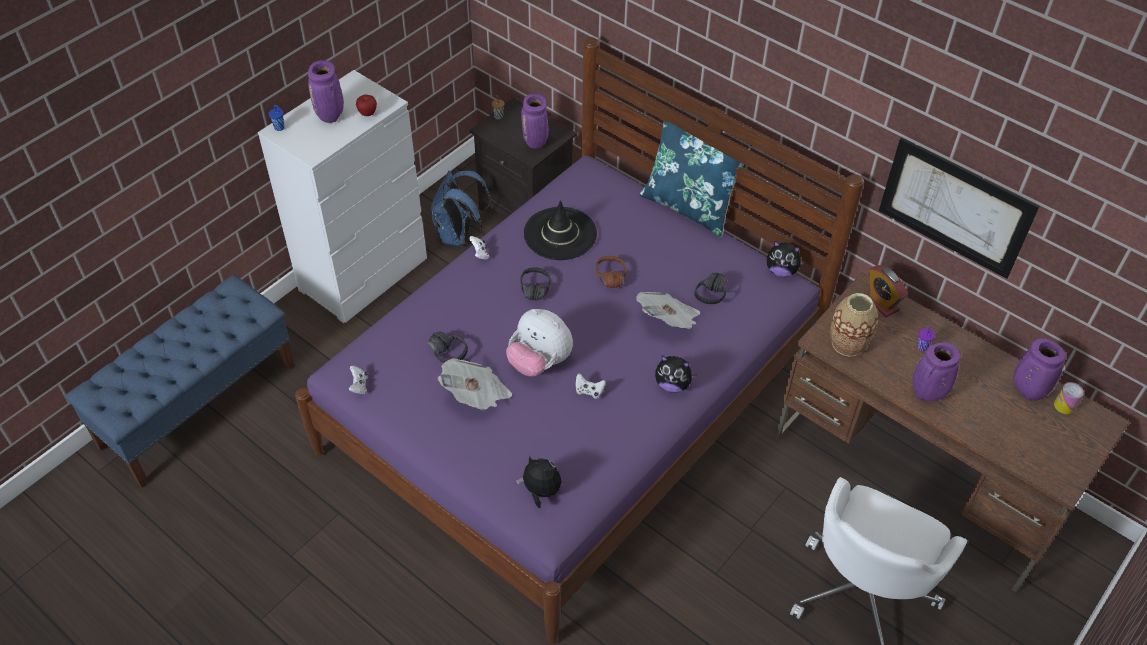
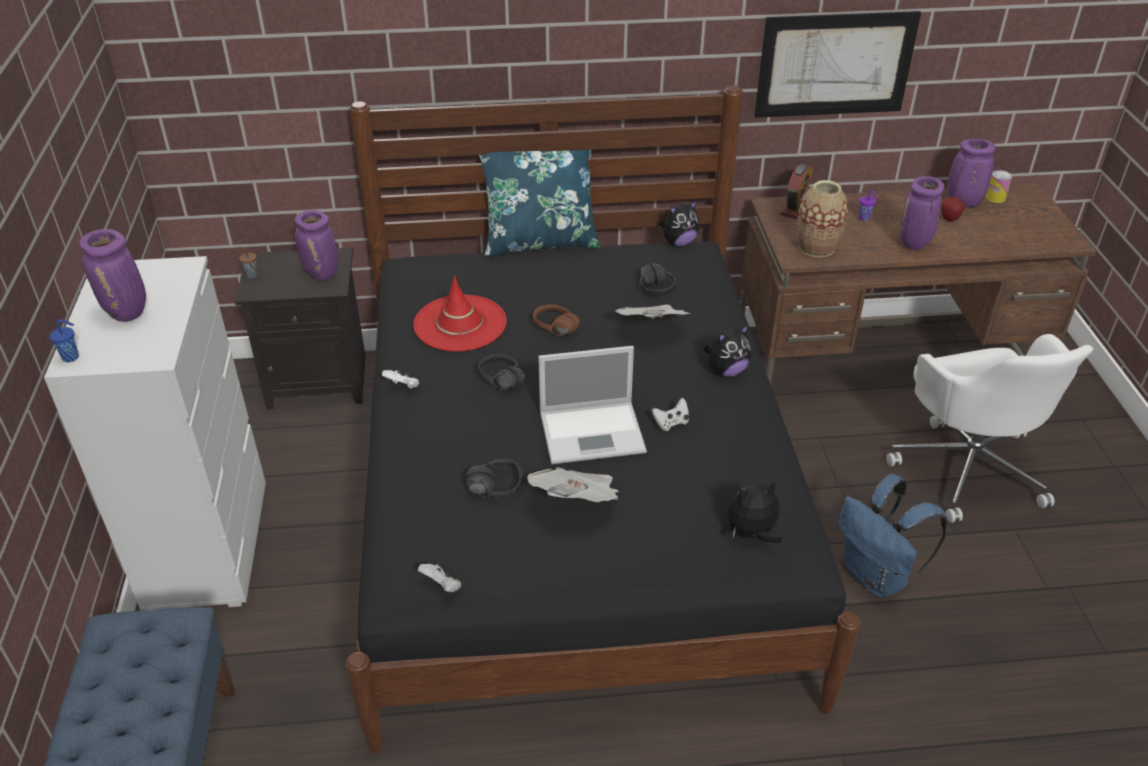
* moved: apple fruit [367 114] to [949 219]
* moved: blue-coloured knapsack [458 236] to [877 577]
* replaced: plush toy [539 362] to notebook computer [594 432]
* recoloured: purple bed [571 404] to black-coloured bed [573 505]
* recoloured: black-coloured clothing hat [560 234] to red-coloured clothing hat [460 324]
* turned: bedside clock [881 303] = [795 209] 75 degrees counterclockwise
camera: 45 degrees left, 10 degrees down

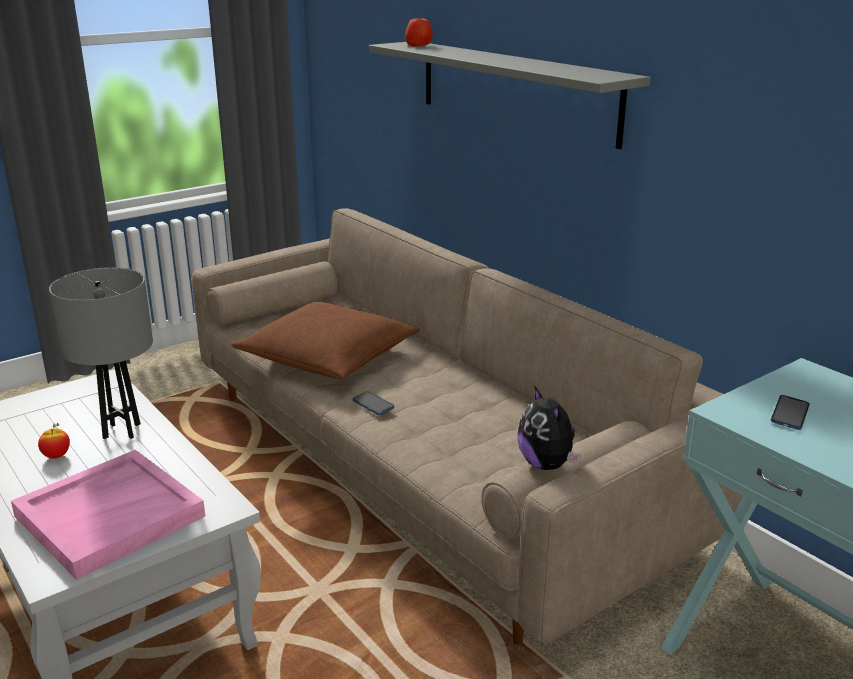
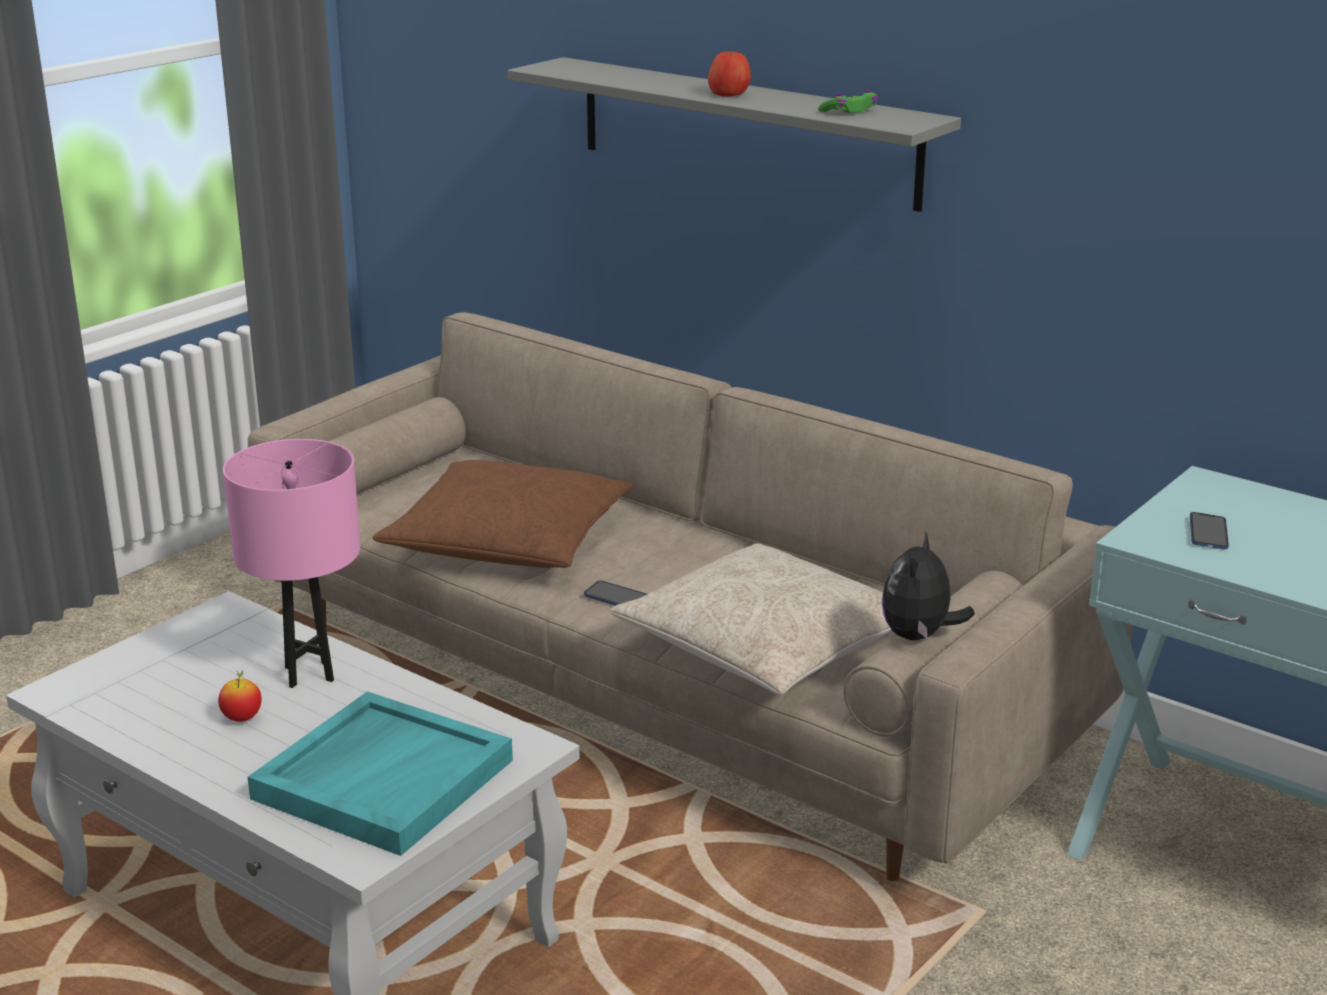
* added: beige pillow [766 644]
* added: green-coloured joypad [850 111]
* moved: apple fruit [419 45] to [729 94]
* recoloured: pinkish carrying tray [110 515] to turquoise-coloured carrying tray [383 778]
* recoloured: gray table lamp [121 431] to pinkish table lamp [308 674]
* turned: plush toy [547 464] = [919 636] 60 degrees clockwise
camera: 15 degrees left, 0 degrees up

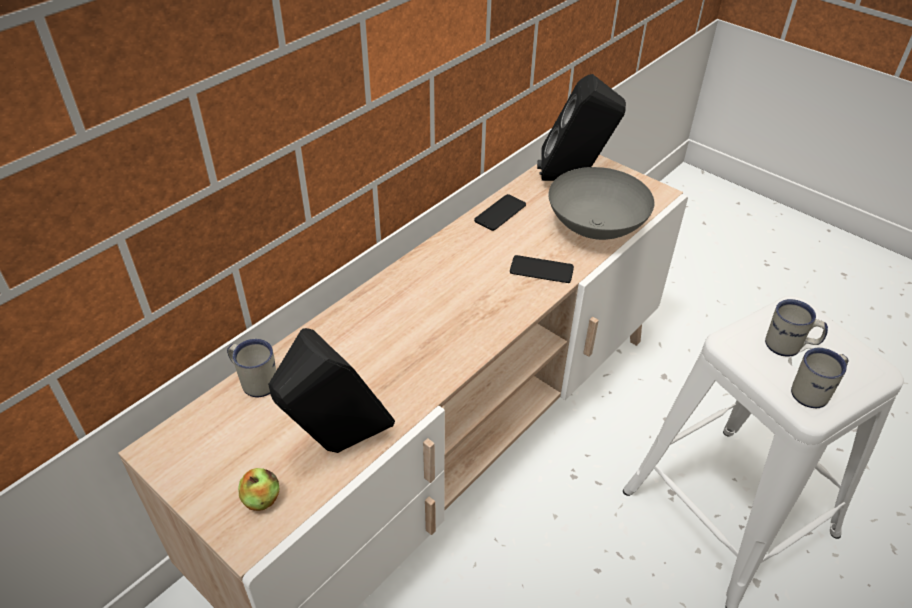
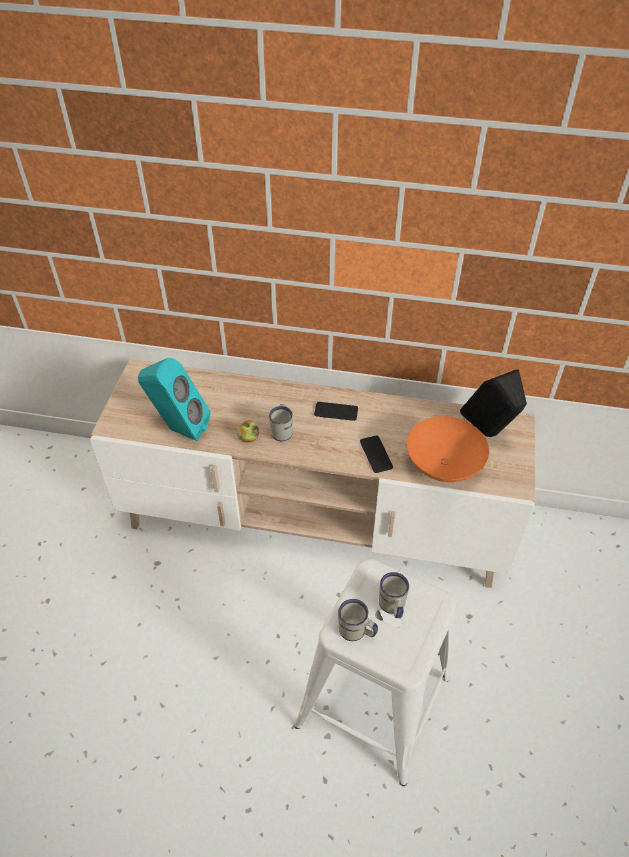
* moved: white-coloured coffee mug [255 381] to [282 430]
* moved: apple fruit [261 499] to [249 438]
* moved: phone [500 213] to [336 411]
* recoloured: black-coloured audio speaker [337 445] to turquoise-coloured audio speaker [179 429]
* recoloured: gray serving bowl [596 229] to orangey serving bowl [443 466]
camera: 60 degrees right, 5 degrees up

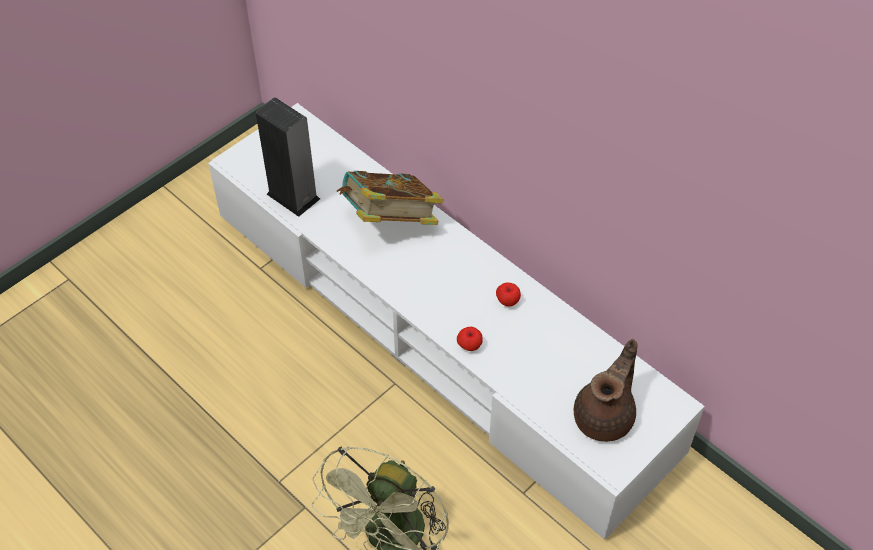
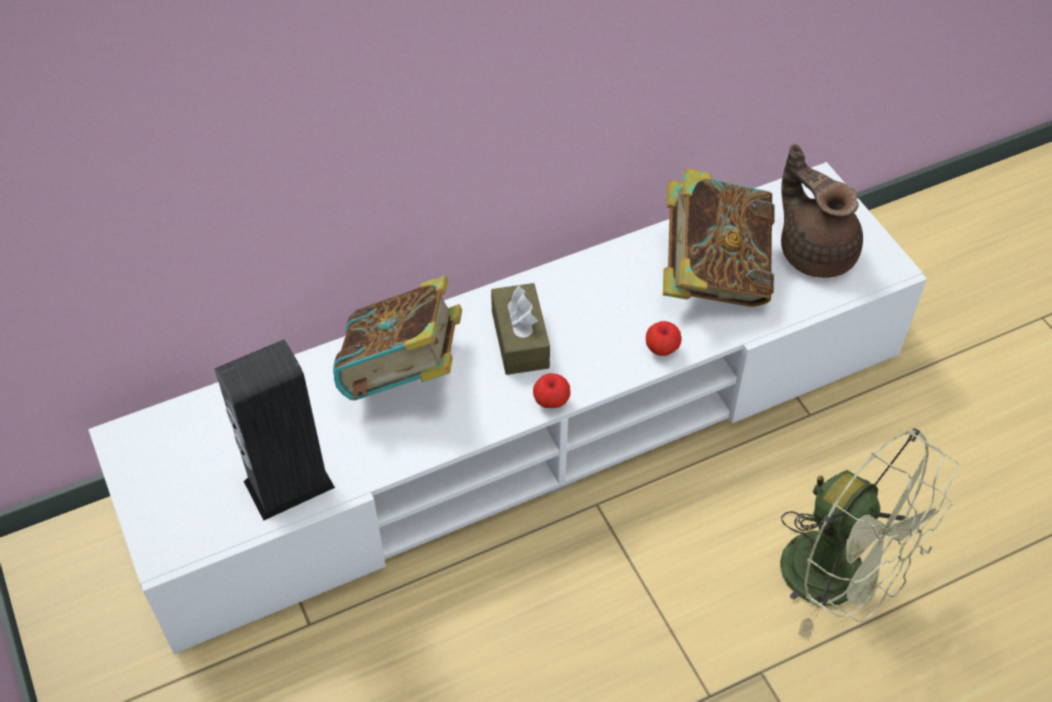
* added: brownish tissue holder [520 339]
* added: book [713 274]
* moved: apple fruit [507 301] to [551 401]
camera: 70 degrees left, 0 degrees up

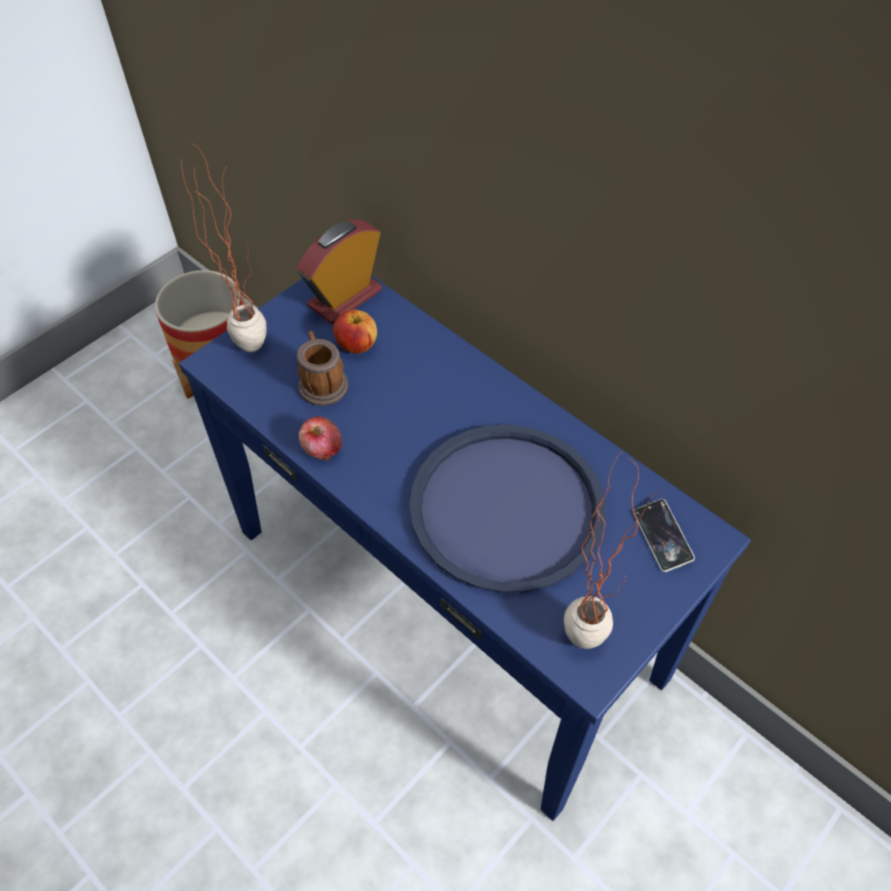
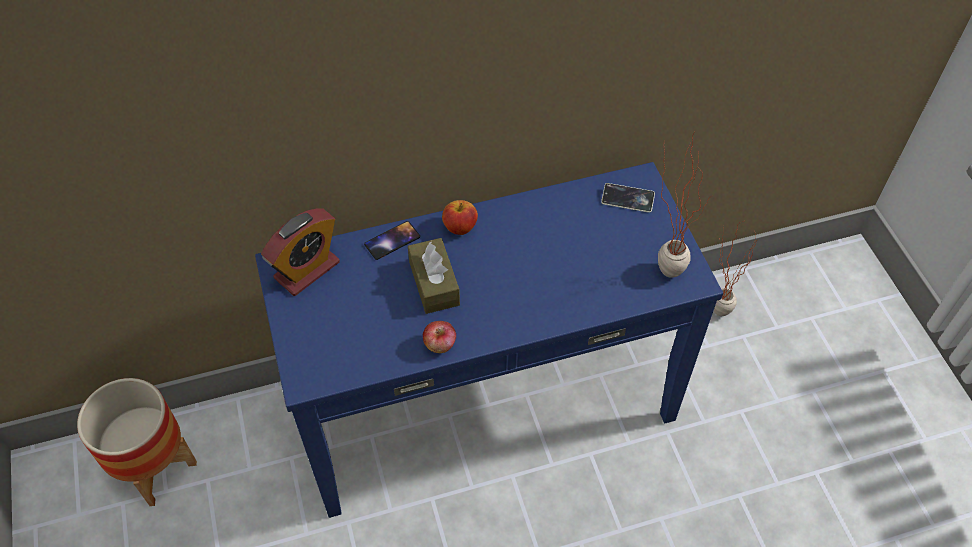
* removed: coffee mug [321 382]
* removed: blue-coloured carrying tray [507 507]
* added: phone [392 240]
* added: brownish tissue holder [434 283]
* moved: houseplant [249 338] to [712 310]
* moved: apple fruit [356 345] to [460 227]
* turned: bedside clock [345 298] = [307 270] 120 degrees counterclockwise
camera: 60 degrees left, 0 degrees up

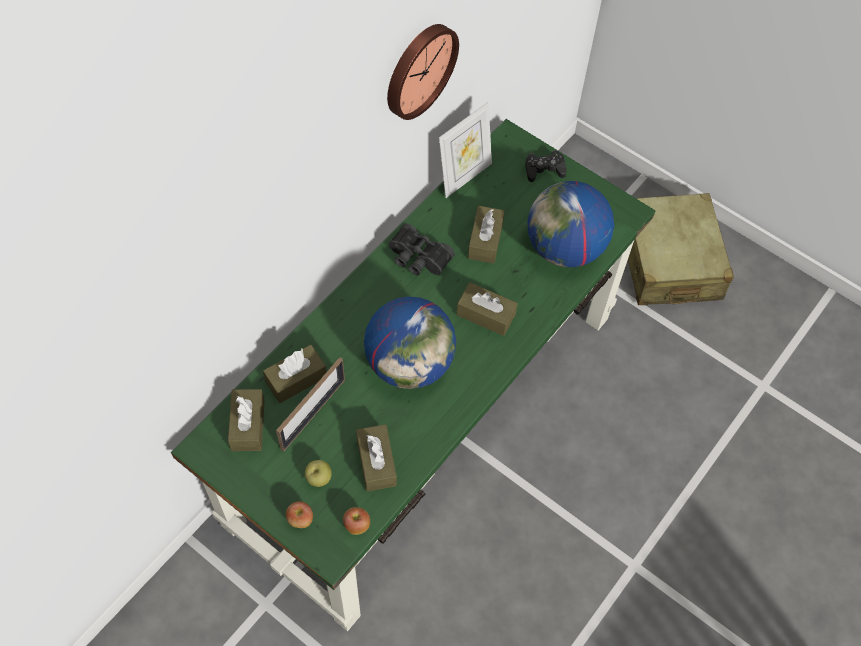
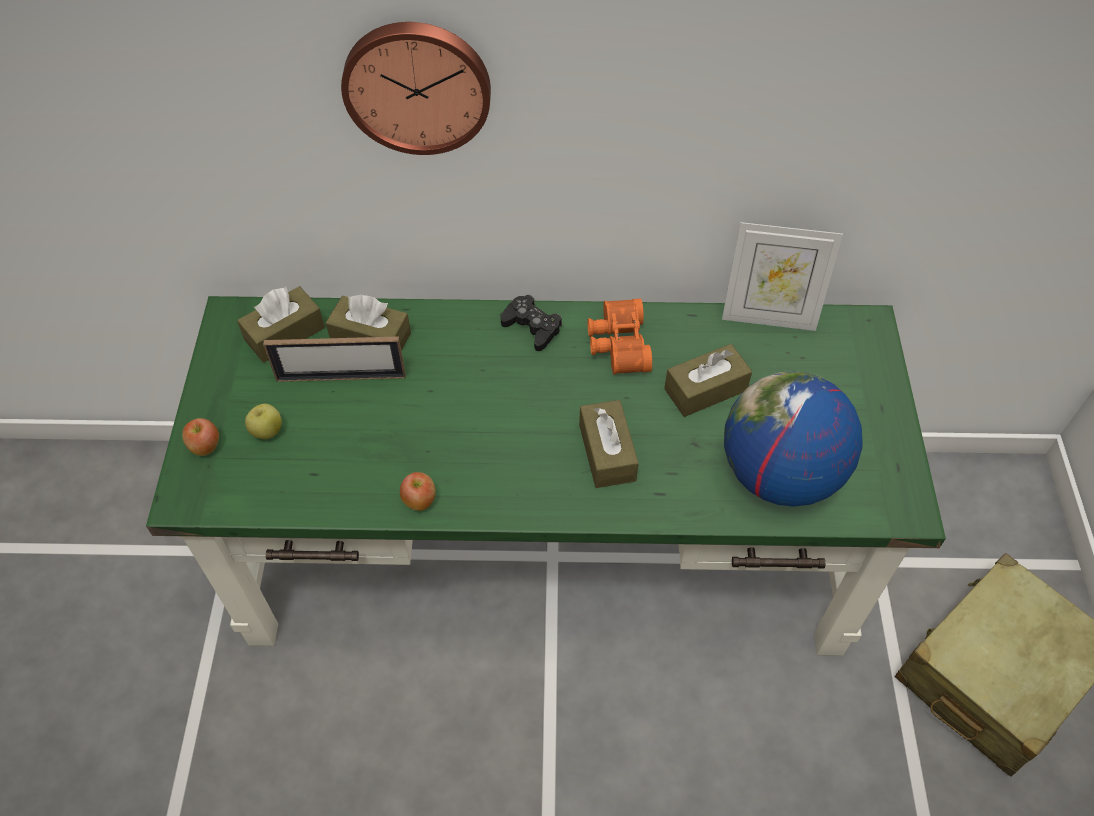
* removed: brownish tissue holder [376 462]
* removed: desk globe [410 364]
* moved: apple fruit [357 525] to [420 500]
* moved: clock on the wall [418 69] to [417 85]
* moved: black-coloured joypad [544 169] to [532 327]
* recoloured: black-coloured field glasses [417 259] to orangey field glasses [617 344]
camera: 55 degrees right, 5 degrees down

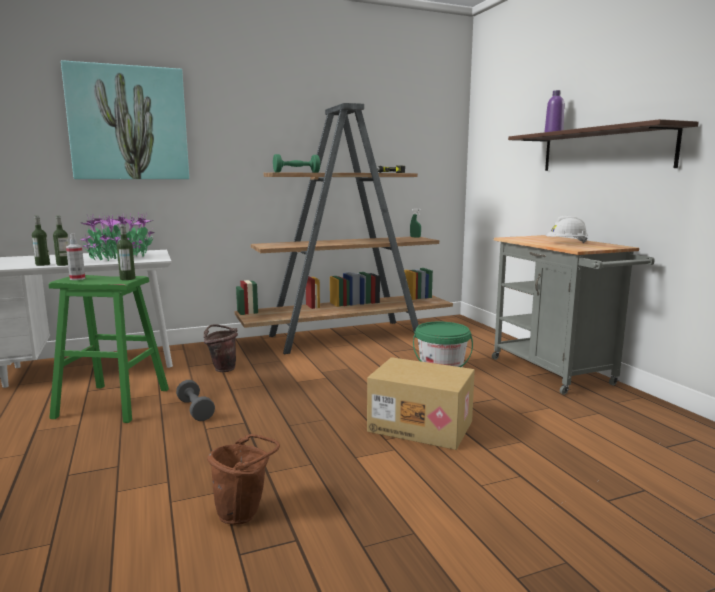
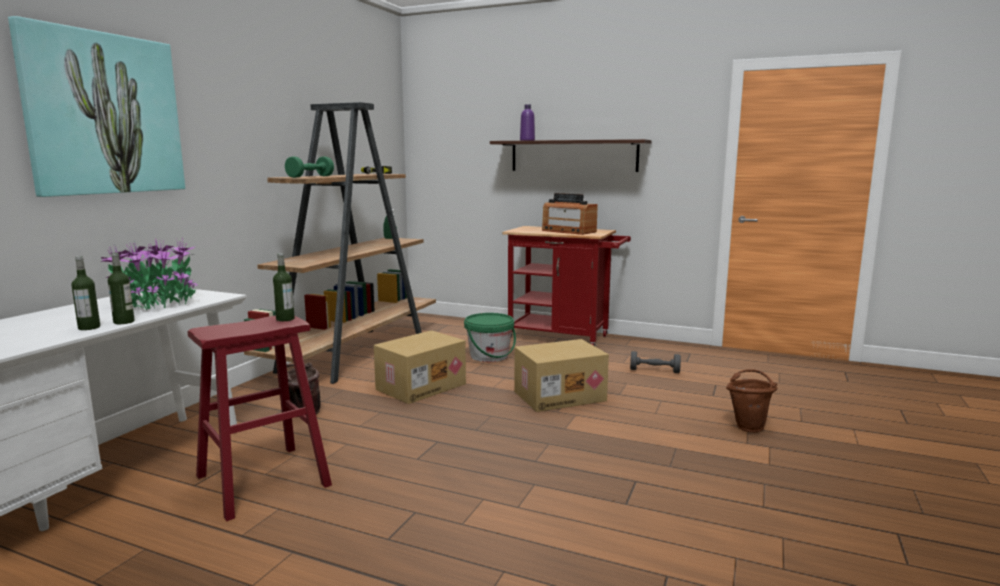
* removed: spray bottle [77 279]
* added: packing box [420 386]
* moved: gray free weight [195 410] to [654 371]
* moved: brownish bucket [244 513] to [749 426]
* replaced: white-coloured hard hat [566 243] to radio receiver [568 231]
* recoloured: green-coloured stool [112 403] to red-coloured stool [262 480]
* recoloured: gray cart [557 374] to red-coloured cart [564 338]
camera: 45 degrees left, 0 degrees up

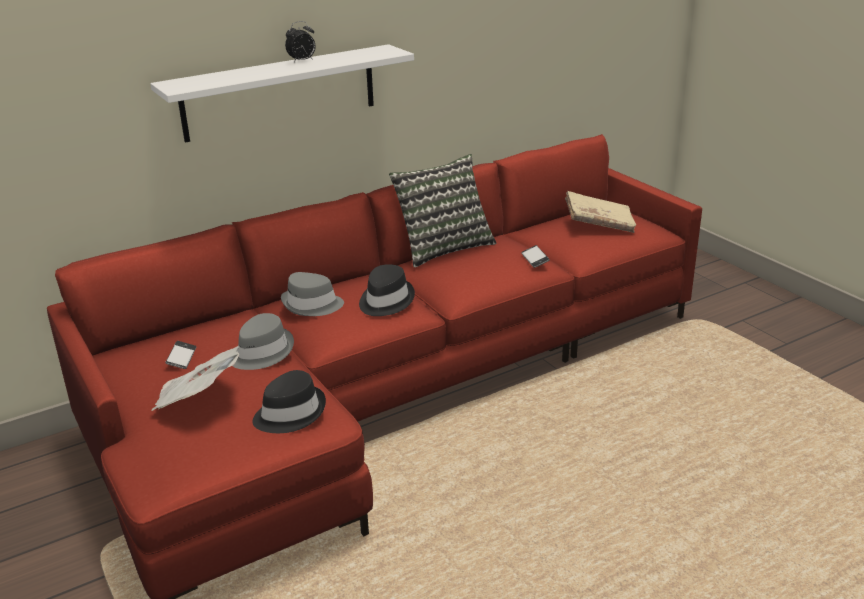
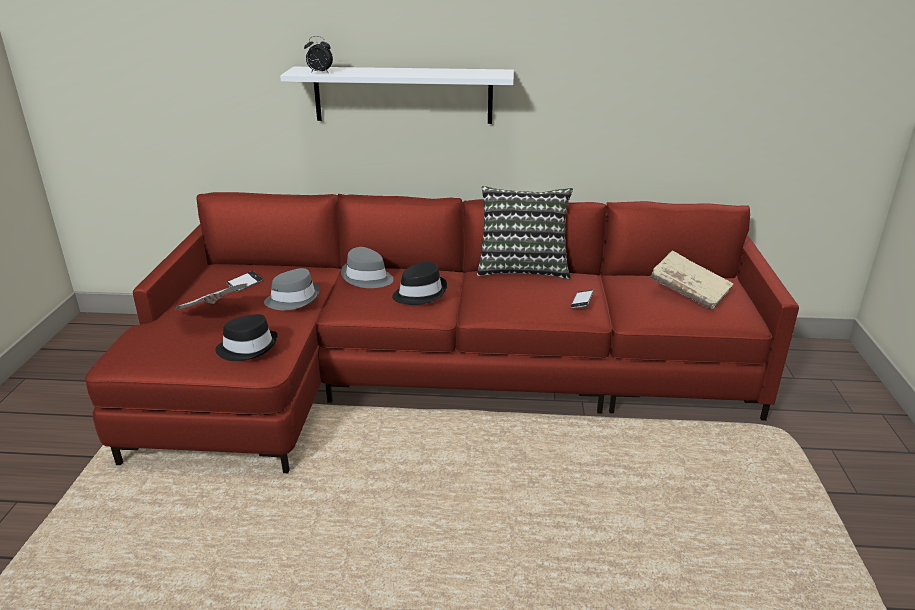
* moved: bedside clock [302 61] to [319 73]
camera: 35 degrees right, 0 degrees up

